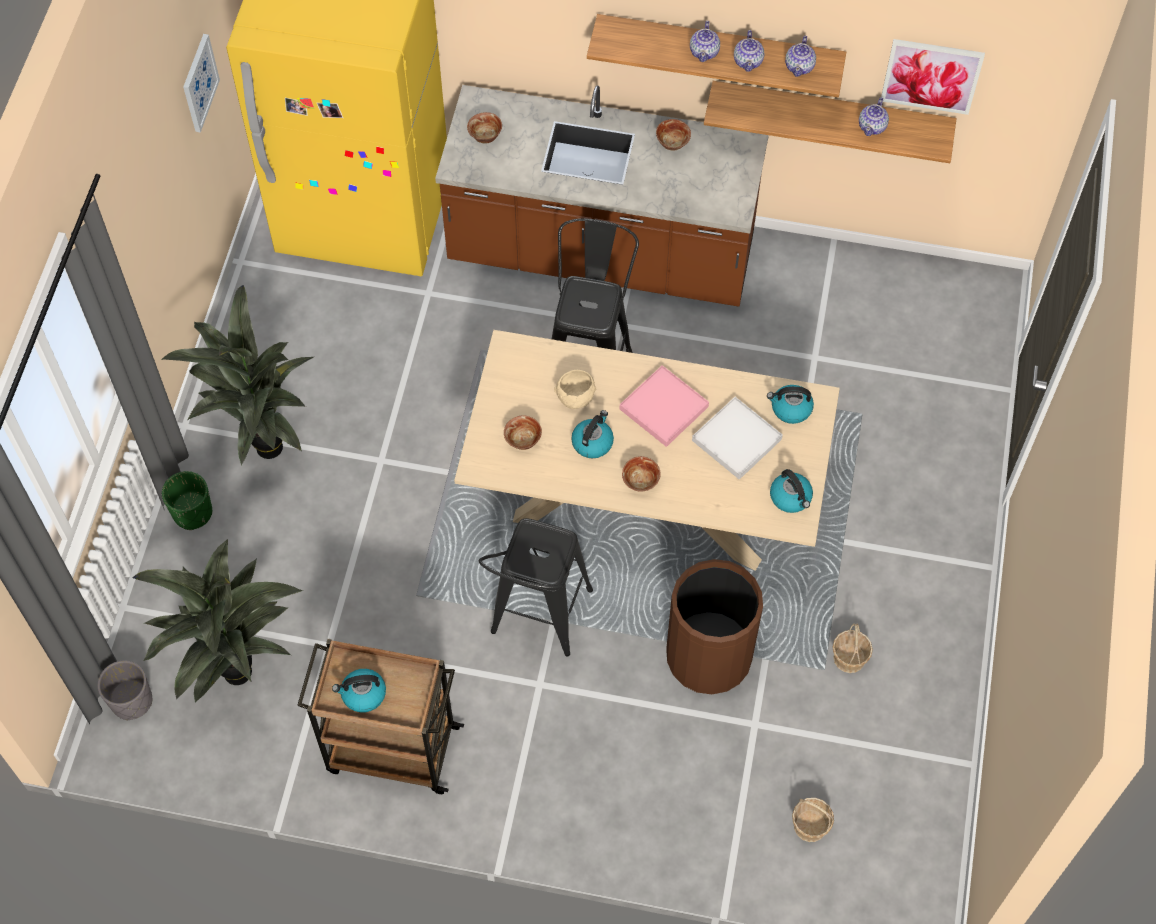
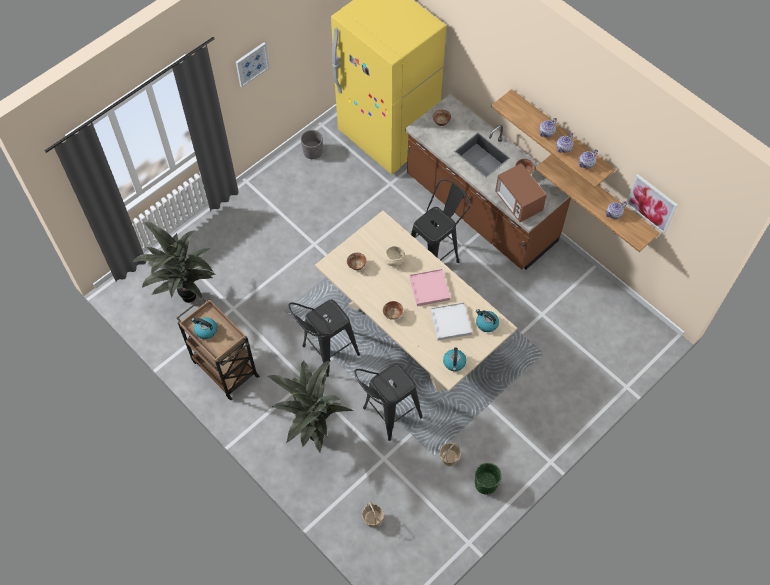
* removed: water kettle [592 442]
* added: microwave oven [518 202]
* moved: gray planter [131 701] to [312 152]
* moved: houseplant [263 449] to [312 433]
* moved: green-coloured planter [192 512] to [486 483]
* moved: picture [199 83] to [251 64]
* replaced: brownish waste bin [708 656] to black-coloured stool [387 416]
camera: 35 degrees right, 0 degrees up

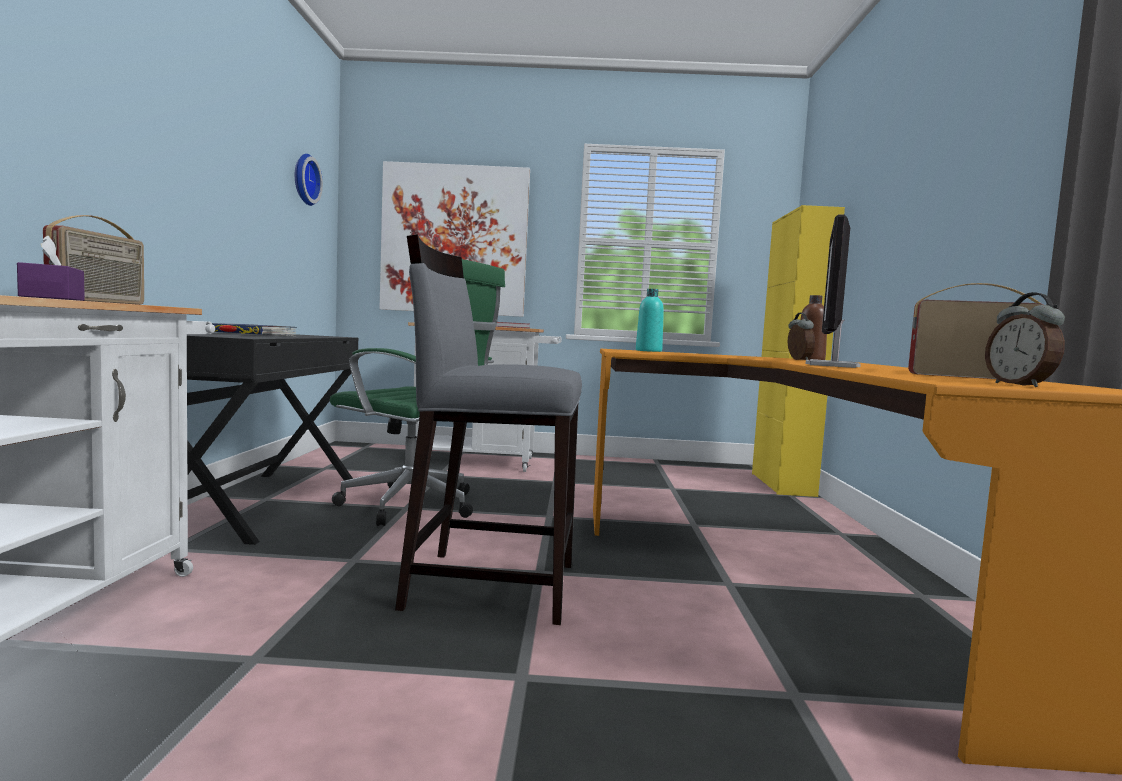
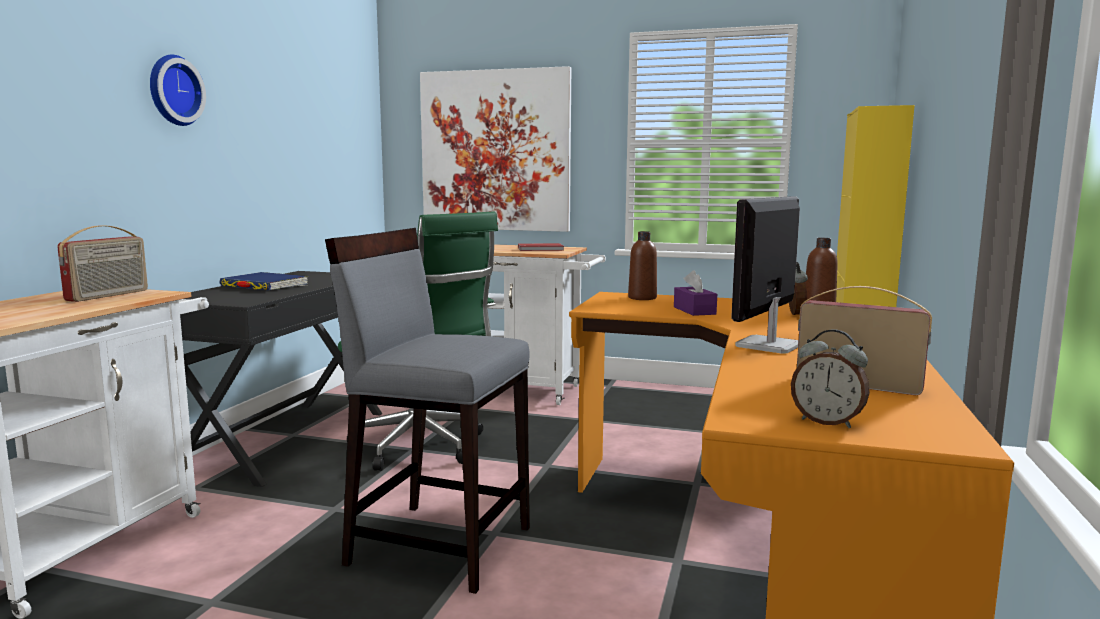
* moved: purple tissue holder [53 298] to [694 310]
* moved: clock on the wall [304 179] to [172 90]
* recoloured: turquoise-coloured beverage bottle [648 351] to brownish beverage bottle [642 298]
* turned: bedside clock [1020 385] = [827 422] 60 degrees counterclockwise
camera: 15 degrees right, 5 degrees up

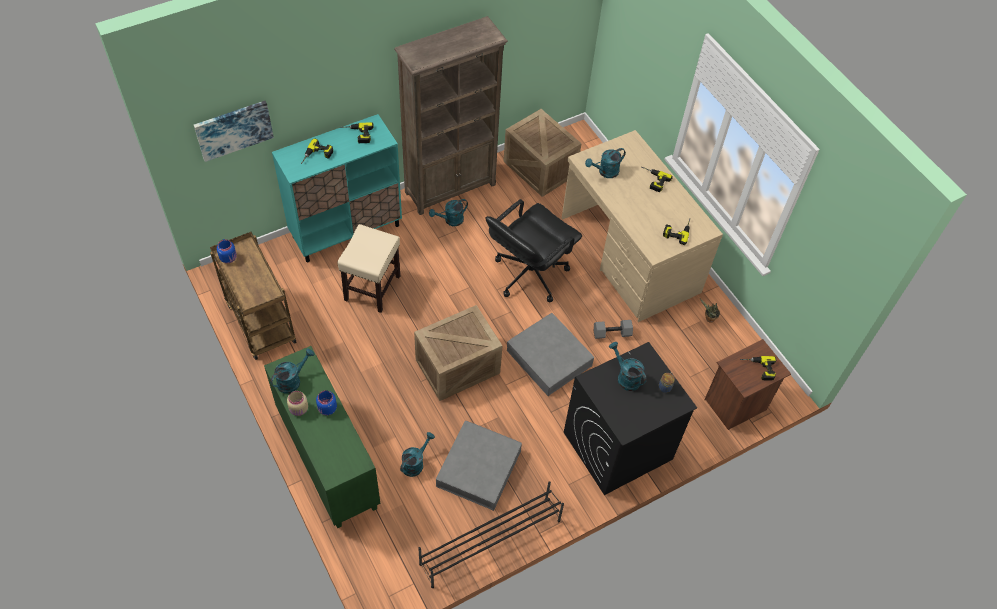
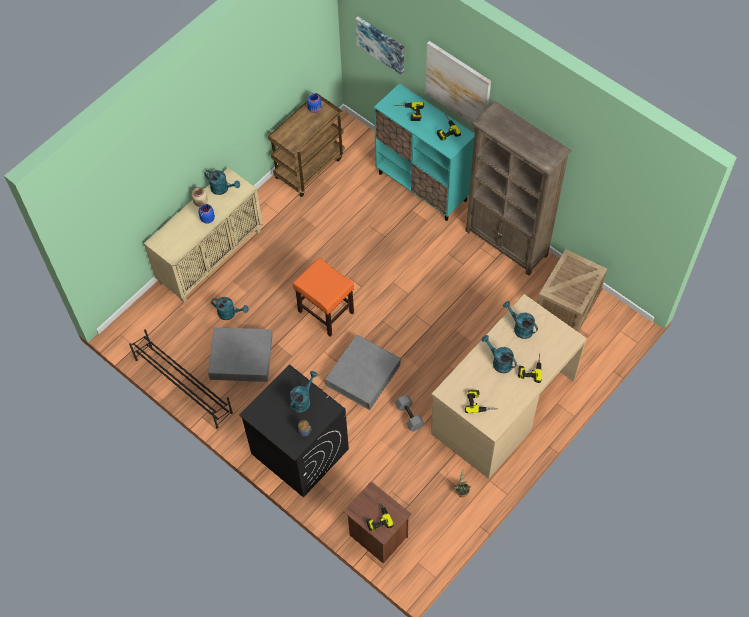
* removed: beige stool [372 287]
* removed: black-coloured office chair [529 274]
* added: picture [458 86]
* moved: turquoise-coloured watering pot [450 220] to [499 362]
* replaced: shipping crate [457 367] to orangey stool [325 311]
* recoloured: green-coloured cupboard [327 460] to beige cupboard [211 256]
camera: 75 degrees right, 5 degrees up

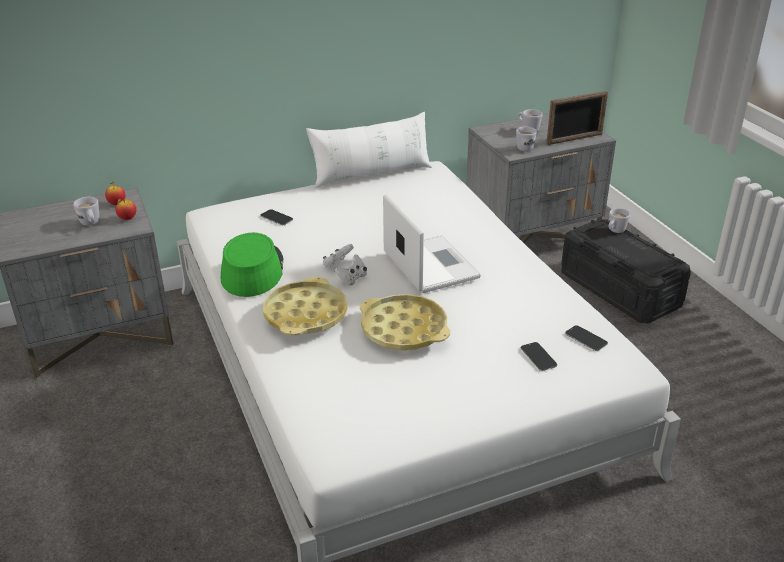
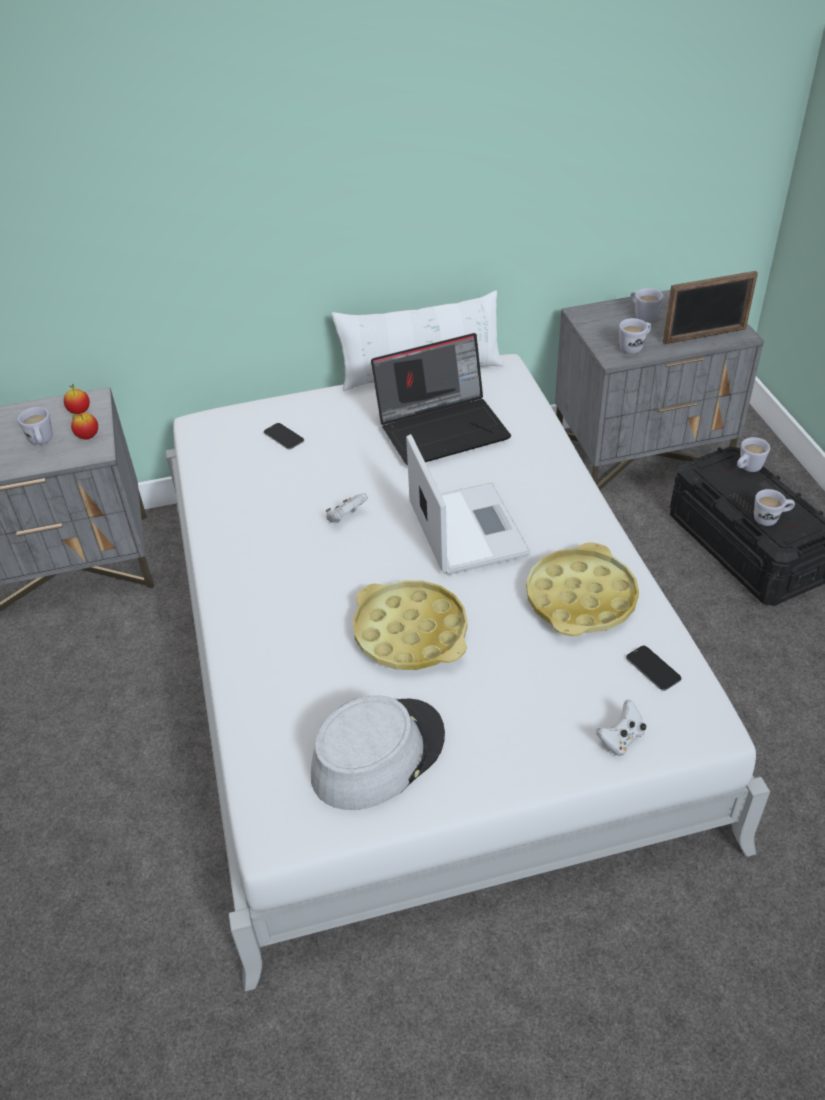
* removed: green-coloured clothing hat [252 270]
* removed: phone [538 357]
* added: gray clothing hat [377 754]
* added: notebook computer [443 427]
* added: white-coloured coffee mug [770 519]
* moved: yellow-coloured carrying tray [306 314] to [581 598]
* moved: white-coloured joypad [352 279] to [621 739]
camera: 10 degrees right, 10 degrees up

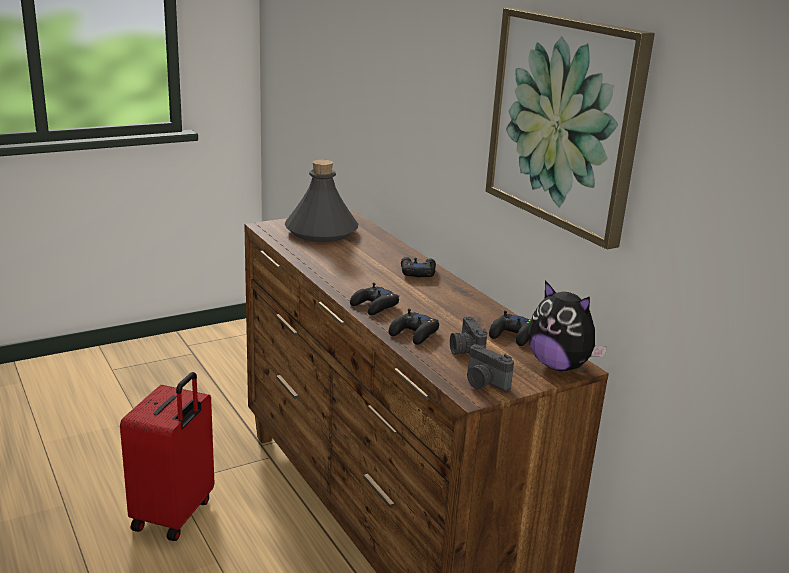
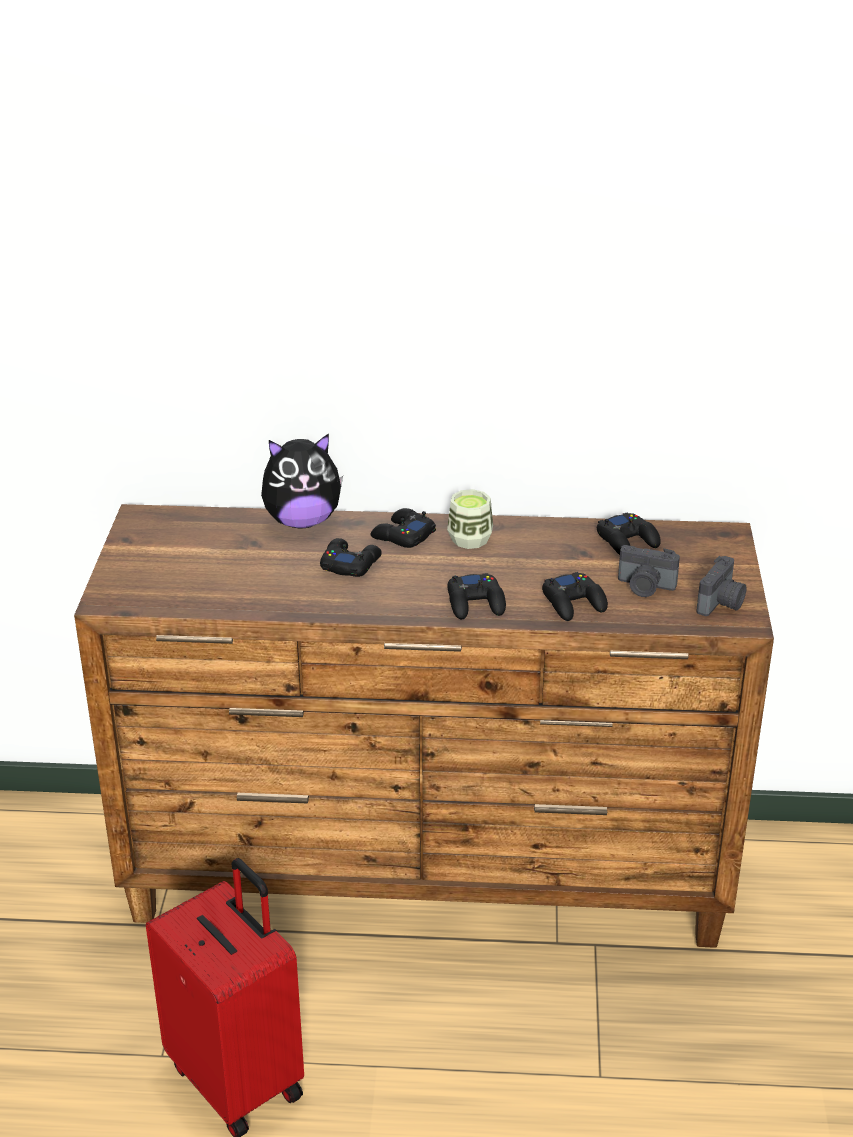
* removed: gray beverage bottle [322 232]
* removed: picture [564 122]
* added: black-coloured joypad [350 564]
* added: drinking cup [470 539]
* moved: plush toy [559 366] to [302 521]
* turned: still camera [484 383] = [722 603] 45 degrees counterclockwise
camera: 55 degrees left, 10 degrees up

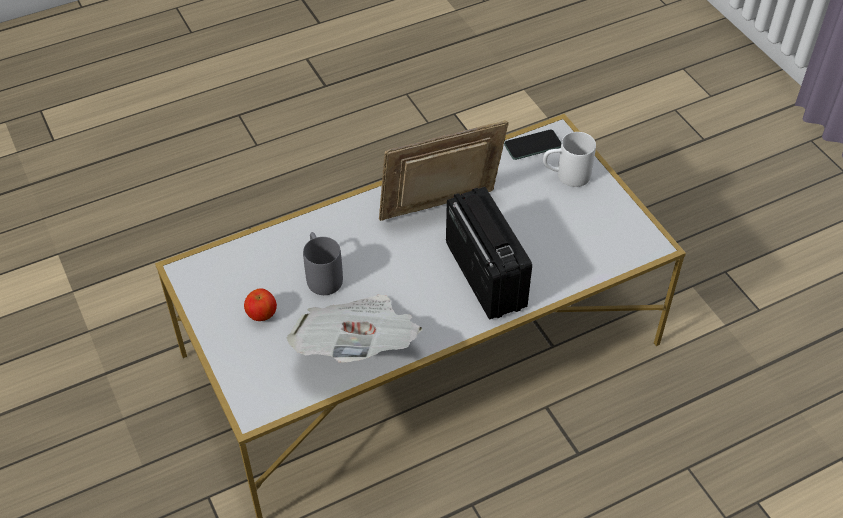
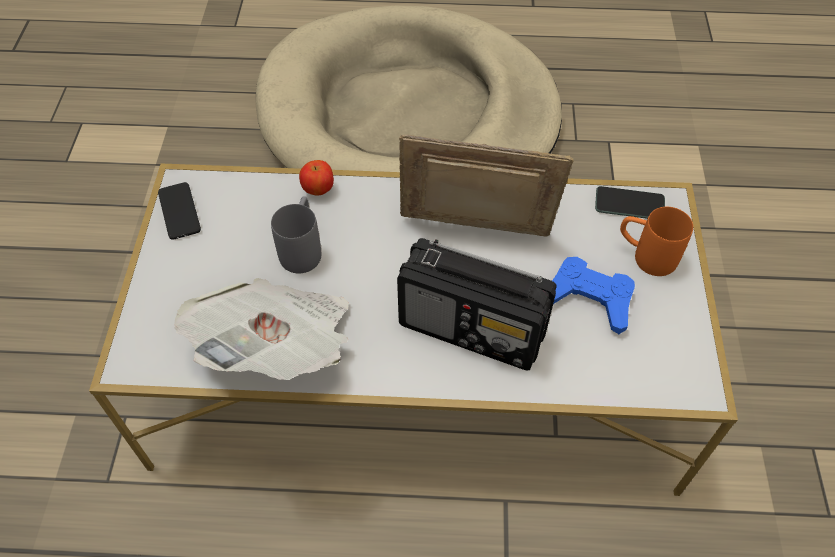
* added: phone [179 211]
* added: beige dog bed [408 115]
* added: blue-coloured joypad [589 298]
* moved: apple fruit [262 315] to [318 189]
* recoloured: white-coloured coffee mug [565 176] to orangey coffee mug [645 256]
* turned: radio receiver [485 274] = [473 329] 105 degrees clockwise
camera: 30 degrees right, 5 degrees up

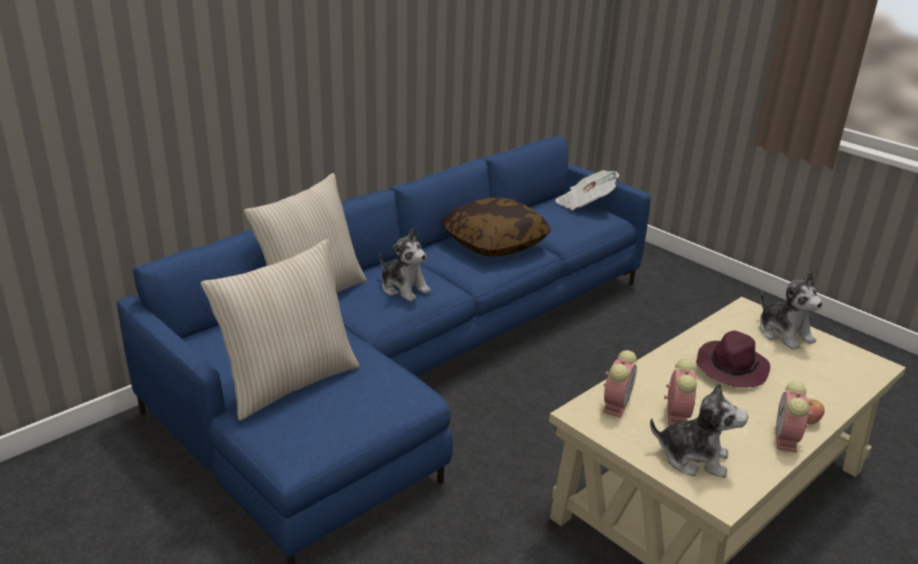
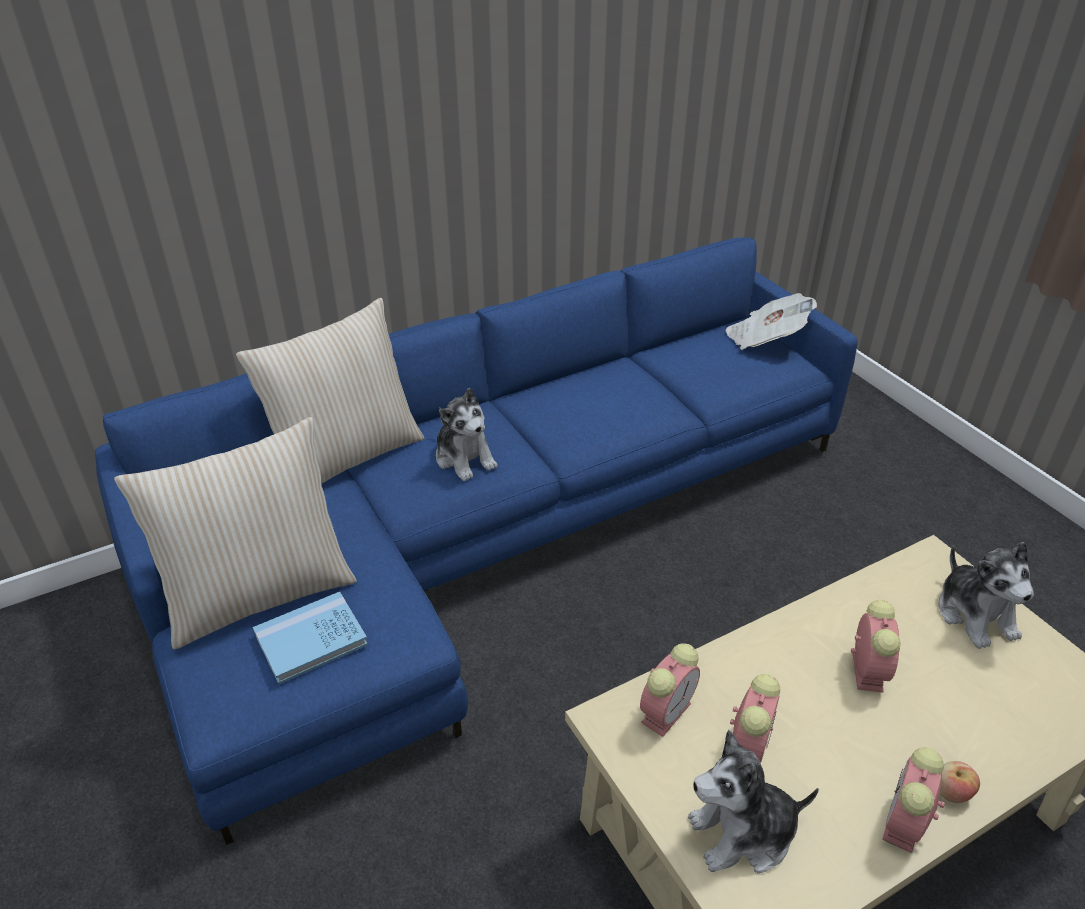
* removed: pillow [494 243]
* added: blue-coloured book [311 640]
* replaced: purple clothing hat [731 368] to bedside clock [866 669]
* turned: plush toy [693 458] = [743 834] 135 degrees clockwise
camera: 15 degrees right, 10 degrees up

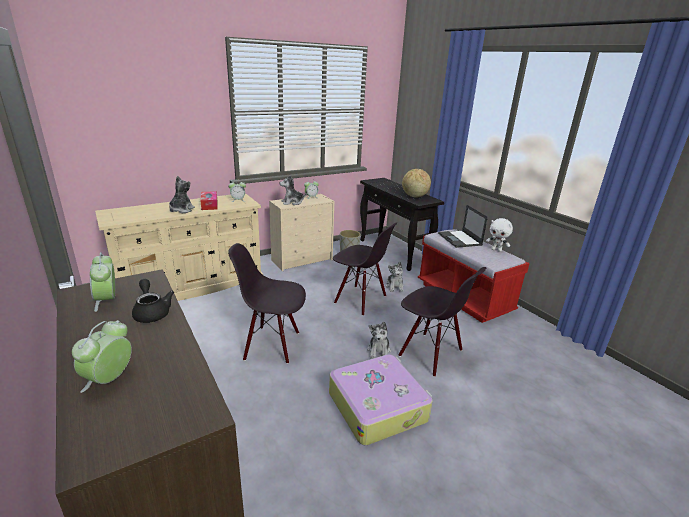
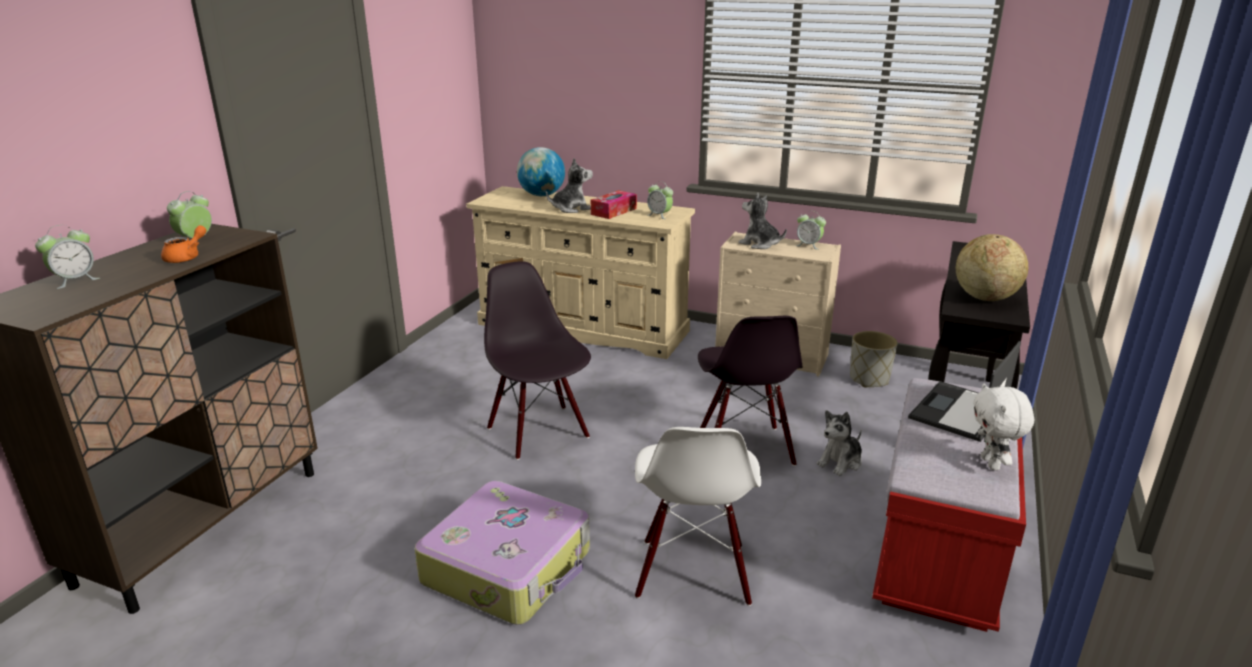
* removed: plush toy [379 351]
* added: desk globe [542 195]
* recoloured: black-coloured pot for tea [152 312] to orangey pot for tea [187 257]
* recoloured: black-coloured plain chair [430 353] to white-coloured plain chair [693 572]
* turned: bedside clock [109 380] = [75 280] 150 degrees clockwise
camera: 55 degrees right, 0 degrees up

